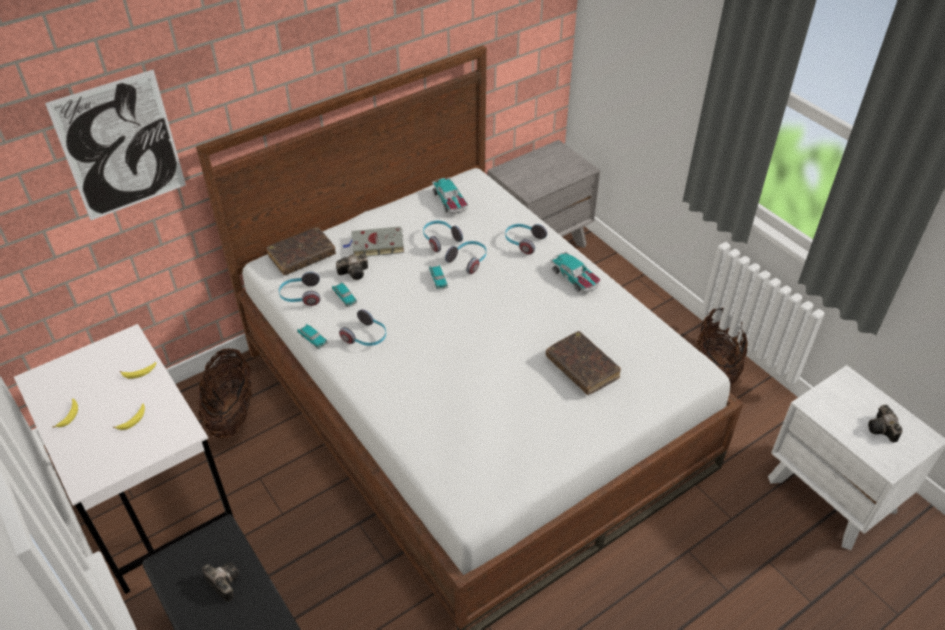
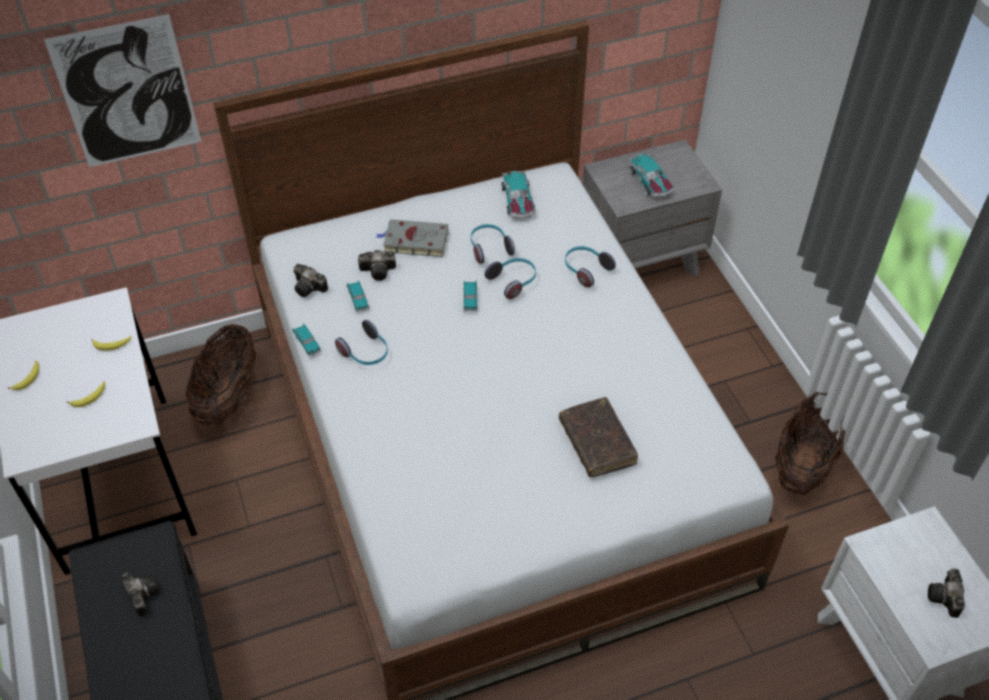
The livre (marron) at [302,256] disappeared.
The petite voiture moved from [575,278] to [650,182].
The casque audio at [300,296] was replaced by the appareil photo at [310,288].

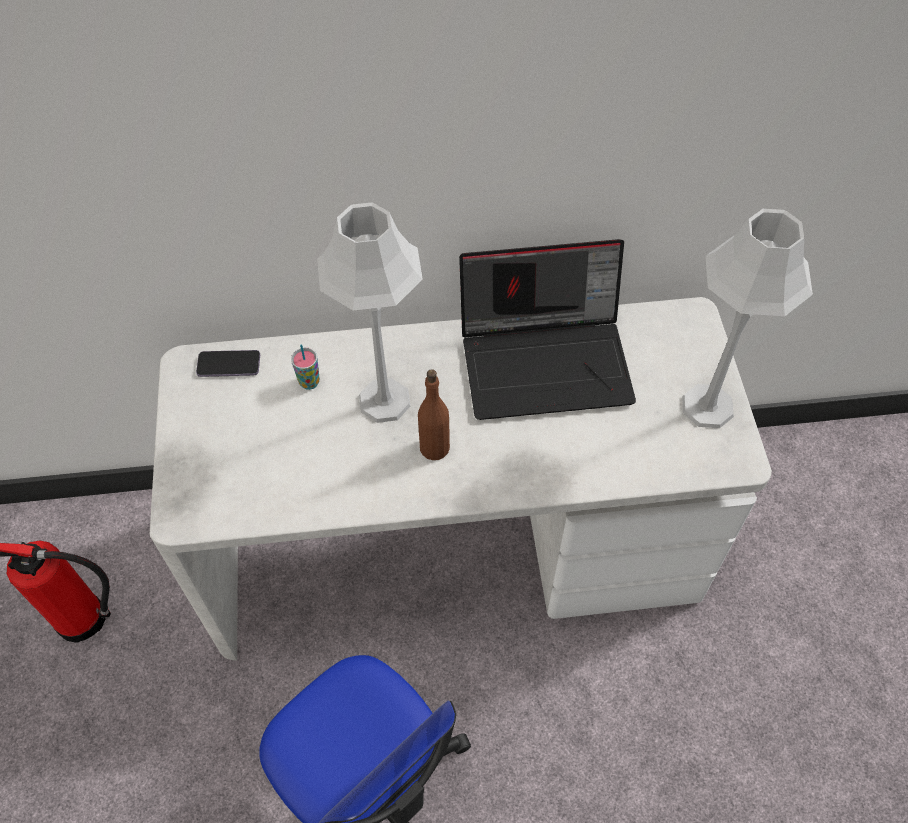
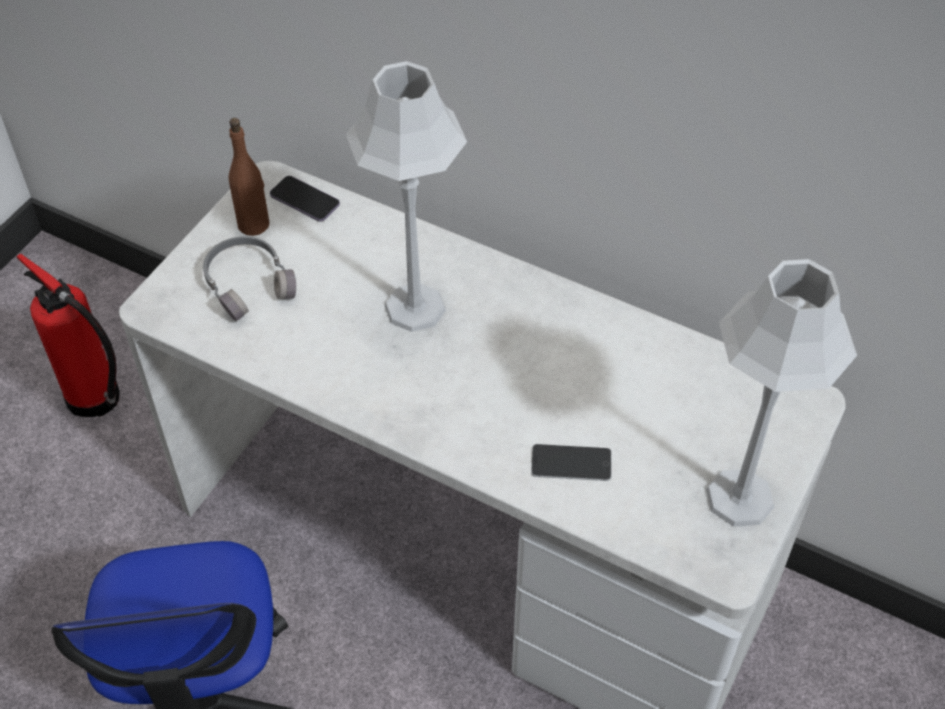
The tasse at [309,382] disappeared.
The ordinateur portable at [547,360] disappeared.
The casque audio (gris) at [248,283] appeared.
The téléphone at [571,463] appeared.
The bouteille (marron) moved from [434,447] to [254,224].

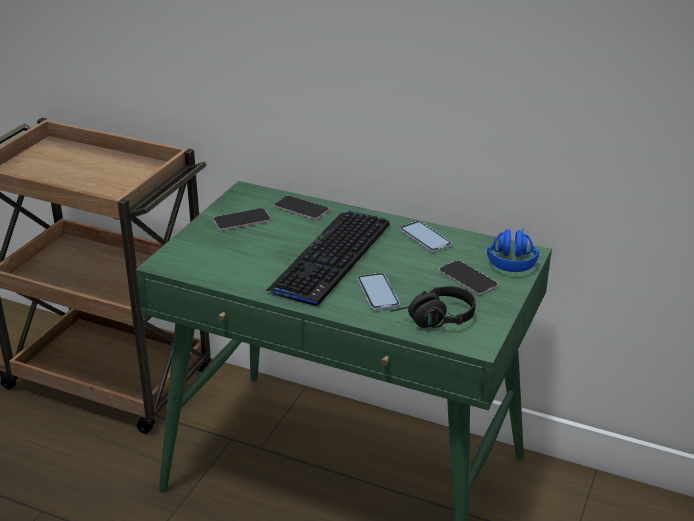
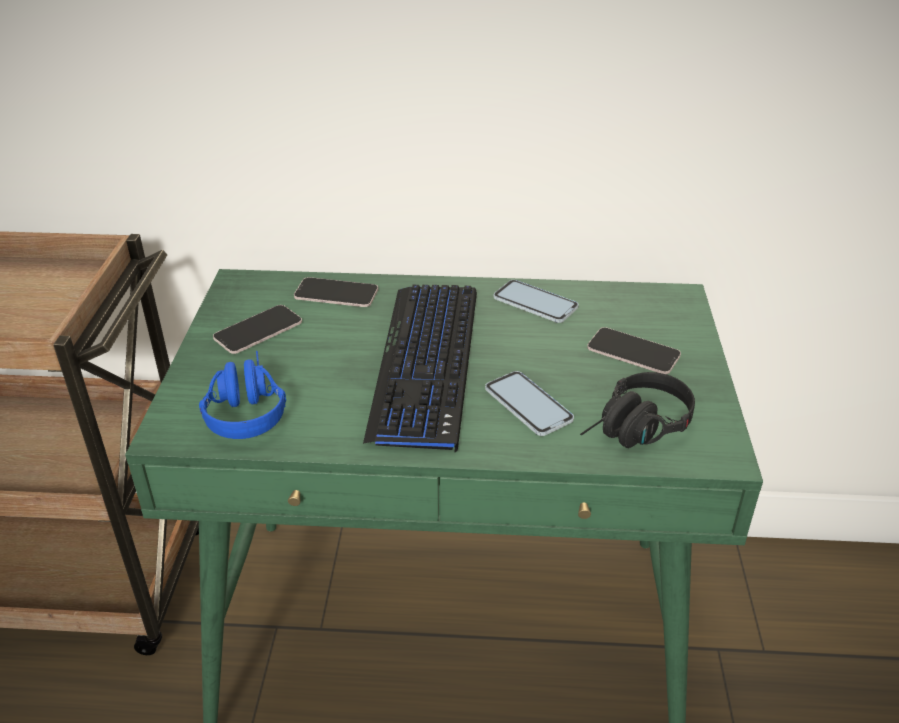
The casque audio (bleu) moved from [511,258] to [245,407].

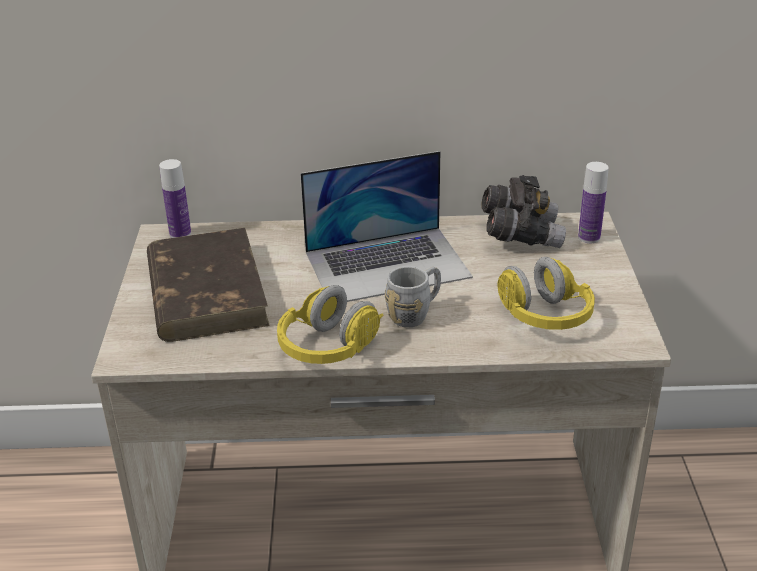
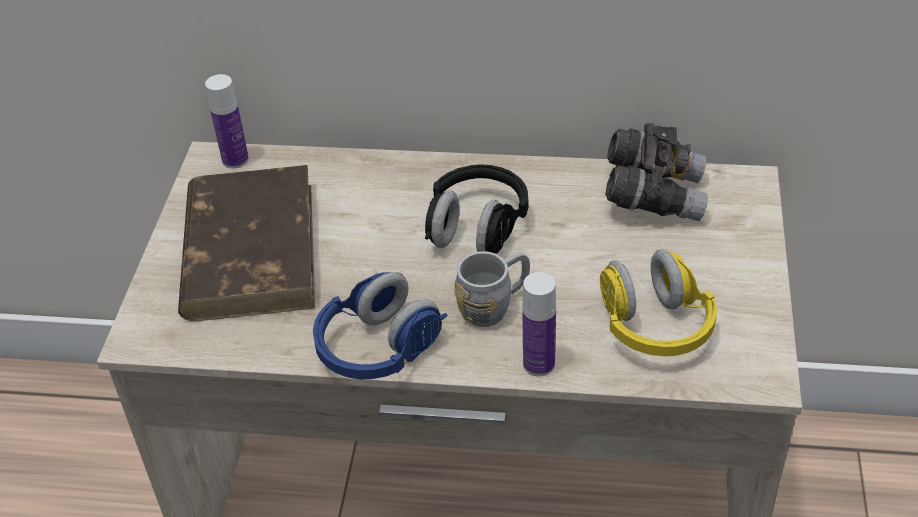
The bouteille moved from [589,237] to [539,364].
The ordinateur portable at [387,264] was replaced by the casque audio (noir) at [476,228].
The casque audio (jaune) at [328,348] became the casque audio (bleu) at [378,349].

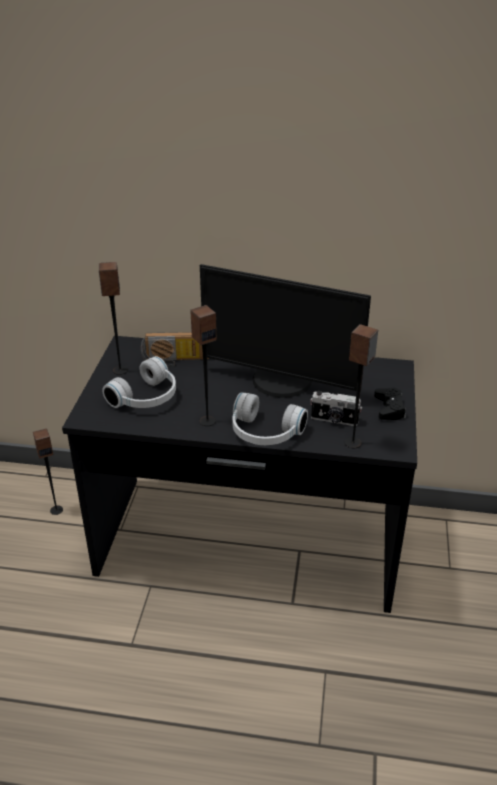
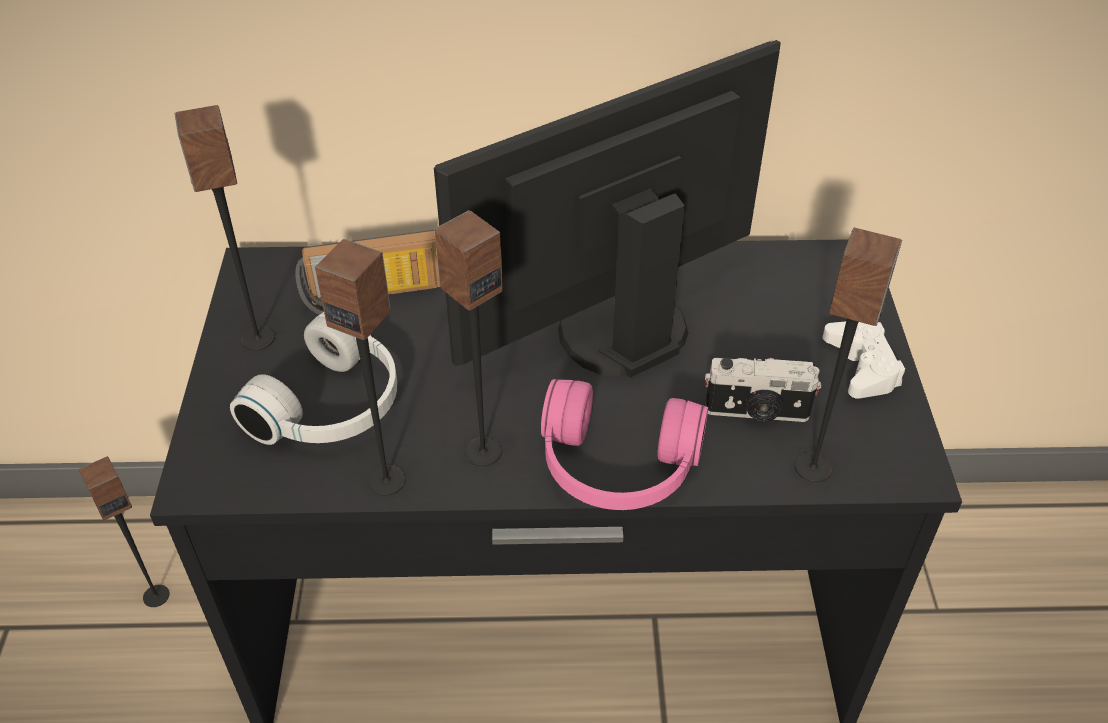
The enceinte at [387,480] appeared.
The casque audio (blanc) at [264,433] became the casque audio (rose) at [616,469].
The manette (noir) at [389,408] became the manette (blanc) at [862,366].
The écran d'ordinateur at [281,382] turned 135 degrees clockwise.

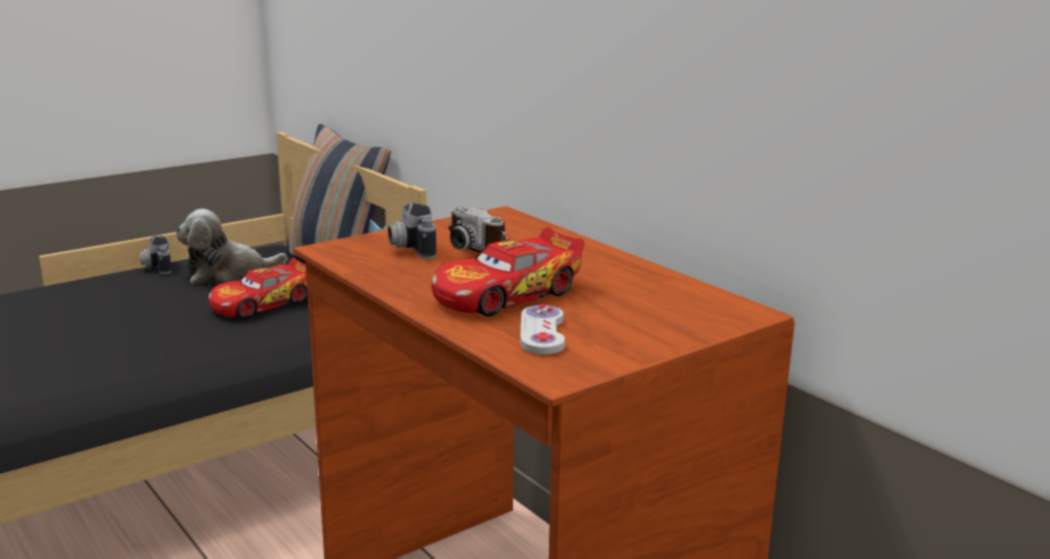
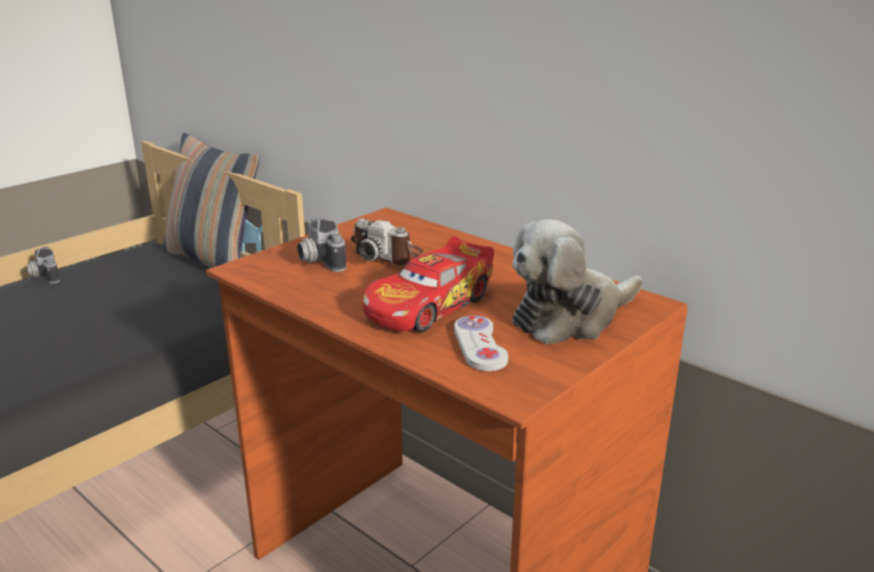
The petite voiture at [263,304] disappeared.
The peluche moved from [227,274] to [570,317].

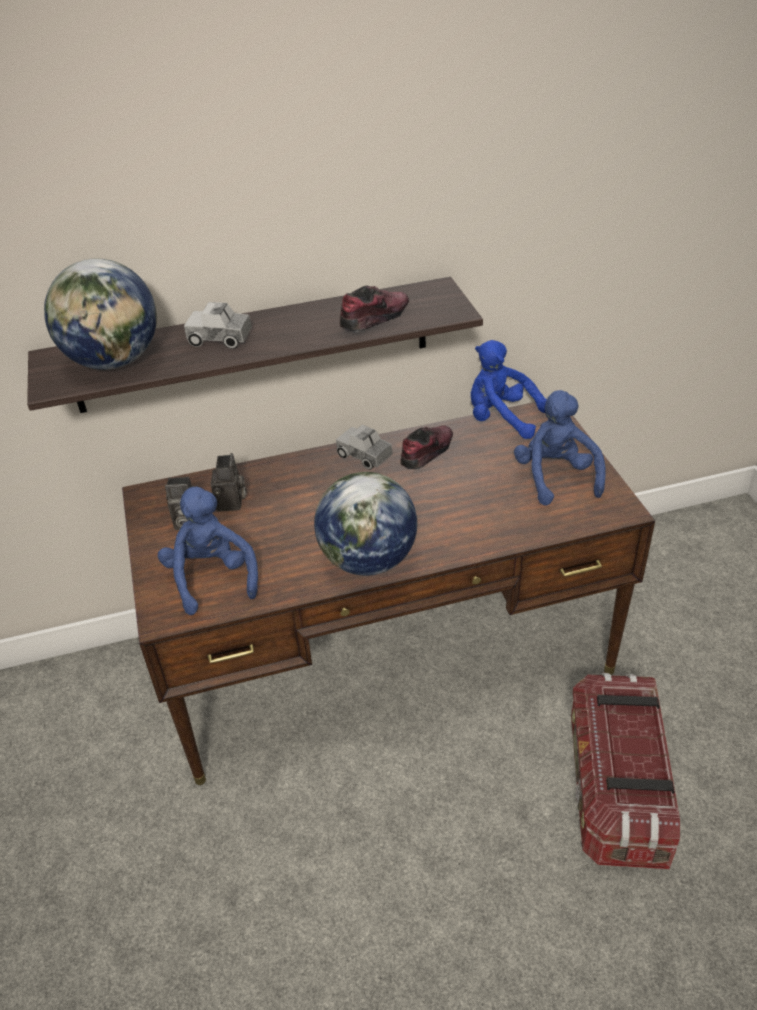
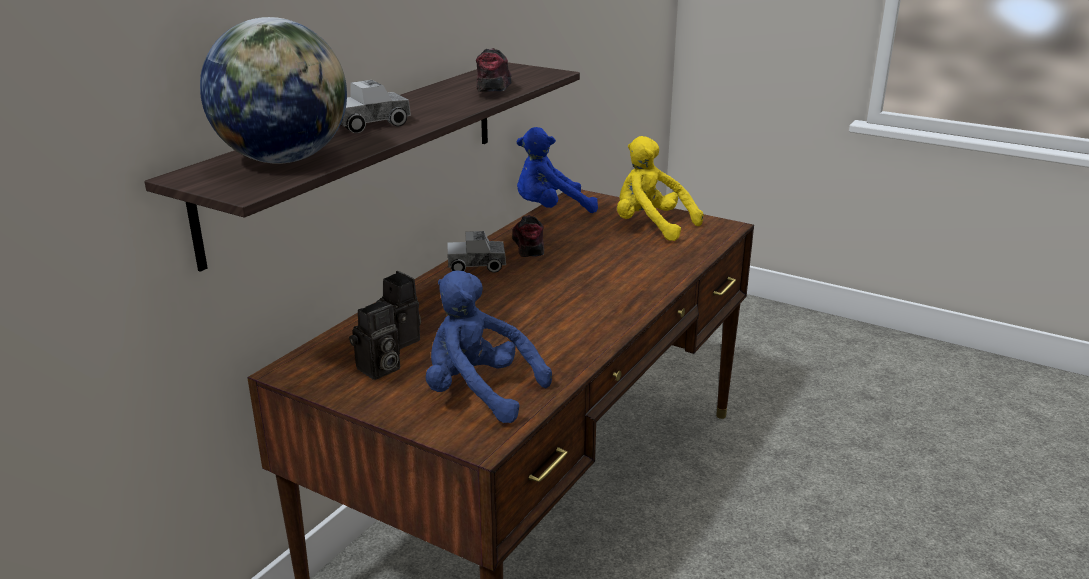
The globe at [367,560] disappeared.
The boîte de rangement at [615,789] disappeared.
The peluche (bleu) at [555,477] became the peluche (jaune) at [650,226].

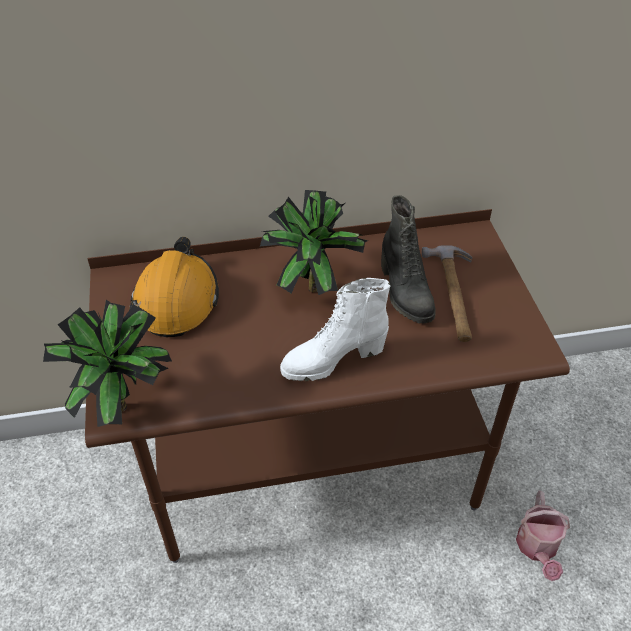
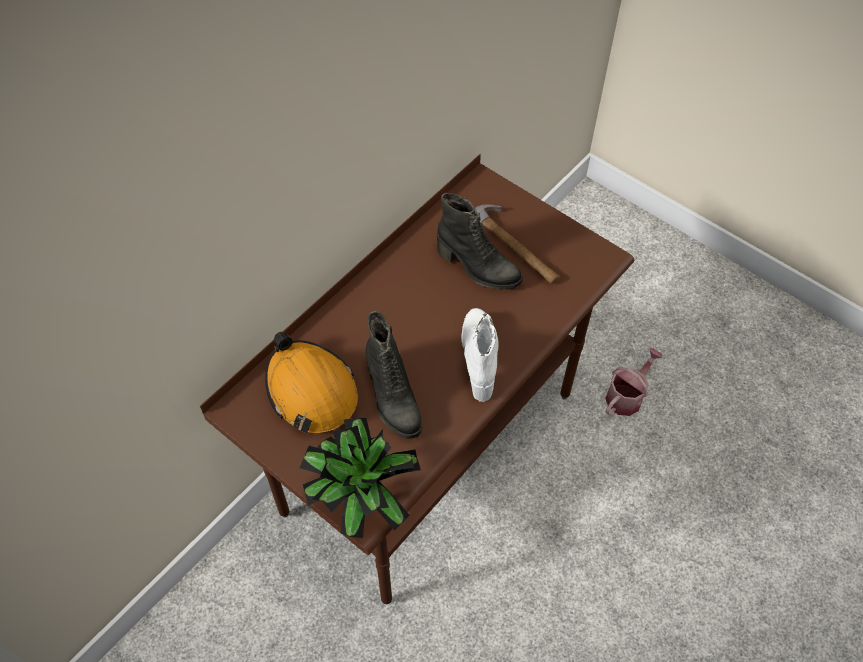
The plante en pot at [311,284] disappeared.
The botte (noir) at [392,399] appeared.
The botte (blanc) at [333,360] turned 150 degrees clockwise.
The arrosoir at [537,548] turned 105 degrees counterclockwise.

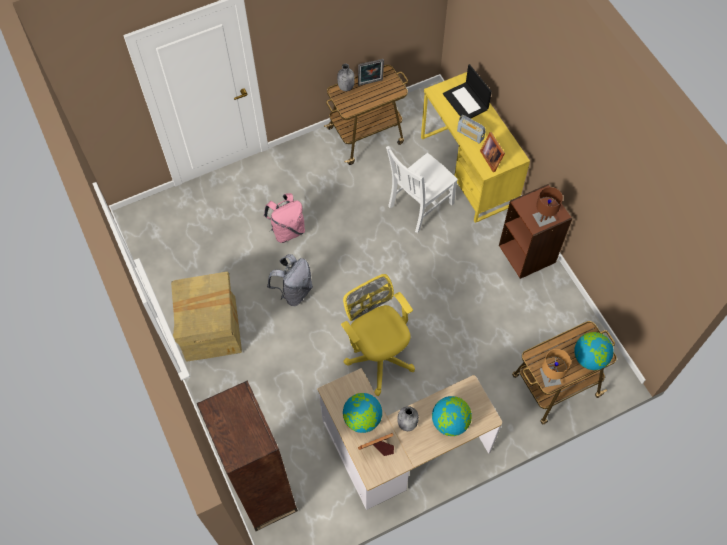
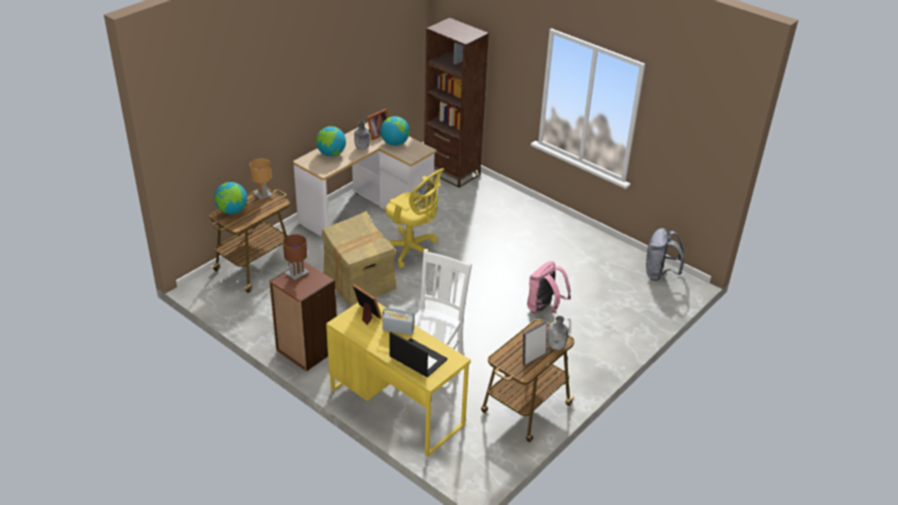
The carton moved from [210,330] to [359,282].
The sac à dos (gris) moved from [294,291] to [659,274].

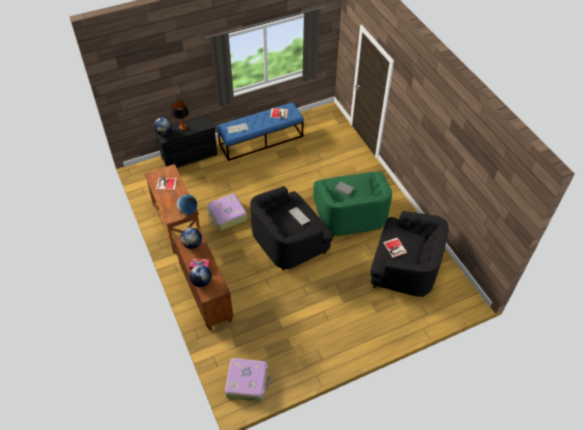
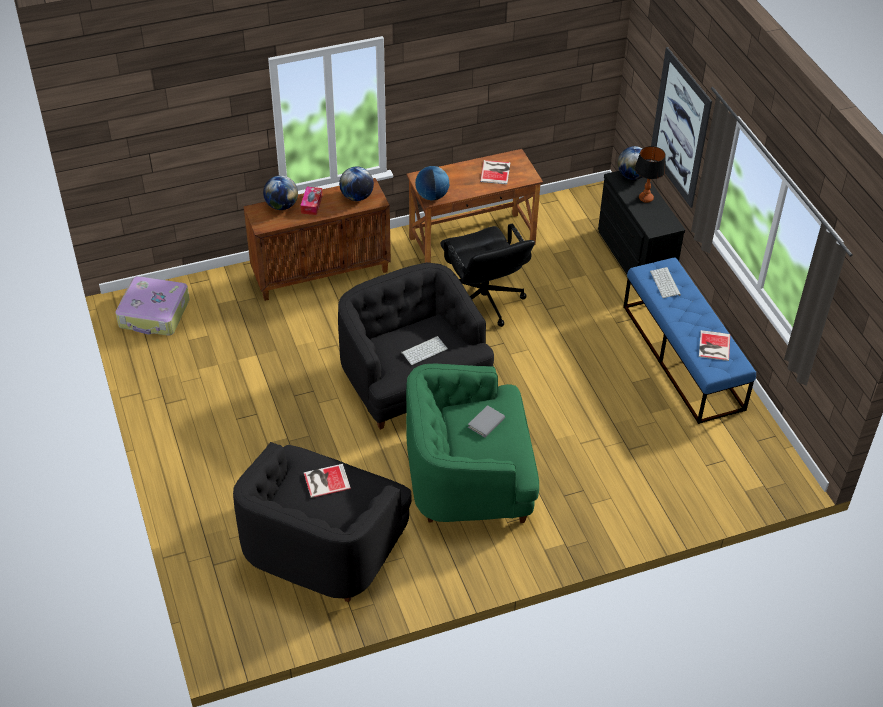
The tableau at [680,128] appeared.
The valise at [227,216] was replaced by the chaise de bureau (noir) at [484,301].

